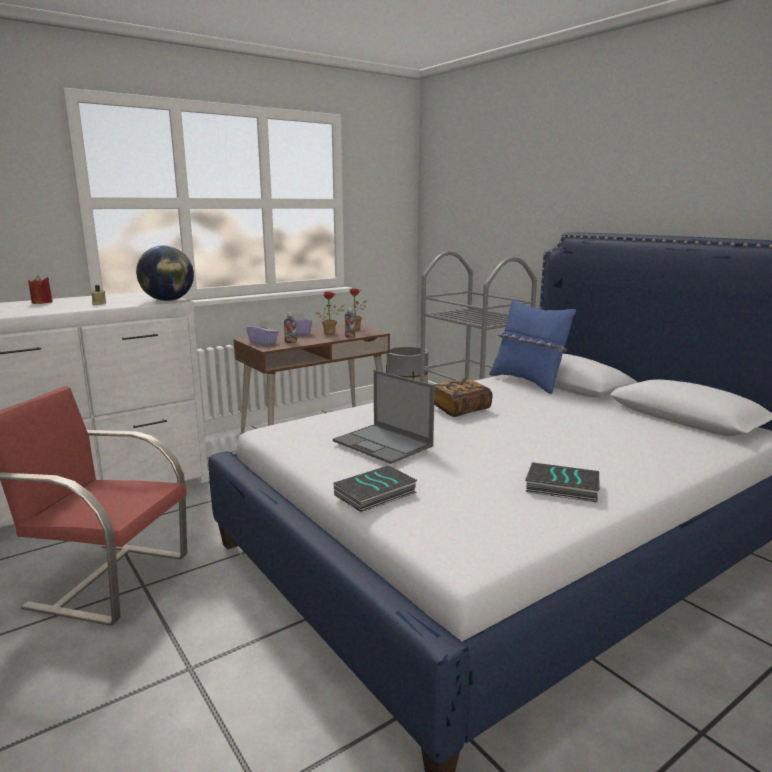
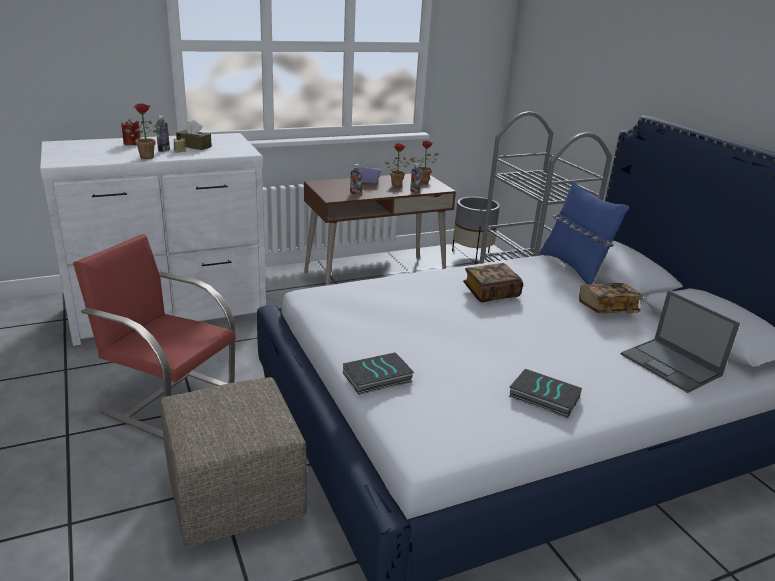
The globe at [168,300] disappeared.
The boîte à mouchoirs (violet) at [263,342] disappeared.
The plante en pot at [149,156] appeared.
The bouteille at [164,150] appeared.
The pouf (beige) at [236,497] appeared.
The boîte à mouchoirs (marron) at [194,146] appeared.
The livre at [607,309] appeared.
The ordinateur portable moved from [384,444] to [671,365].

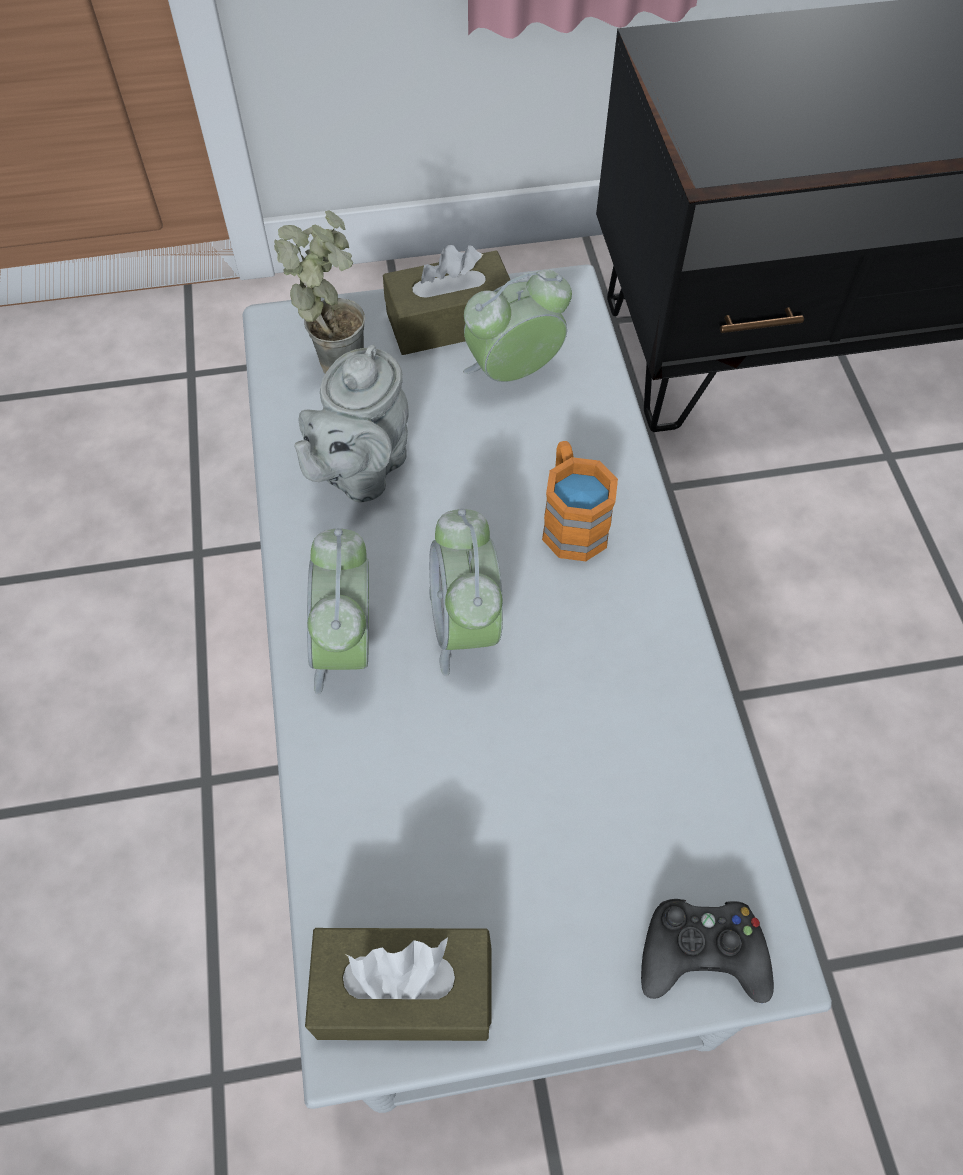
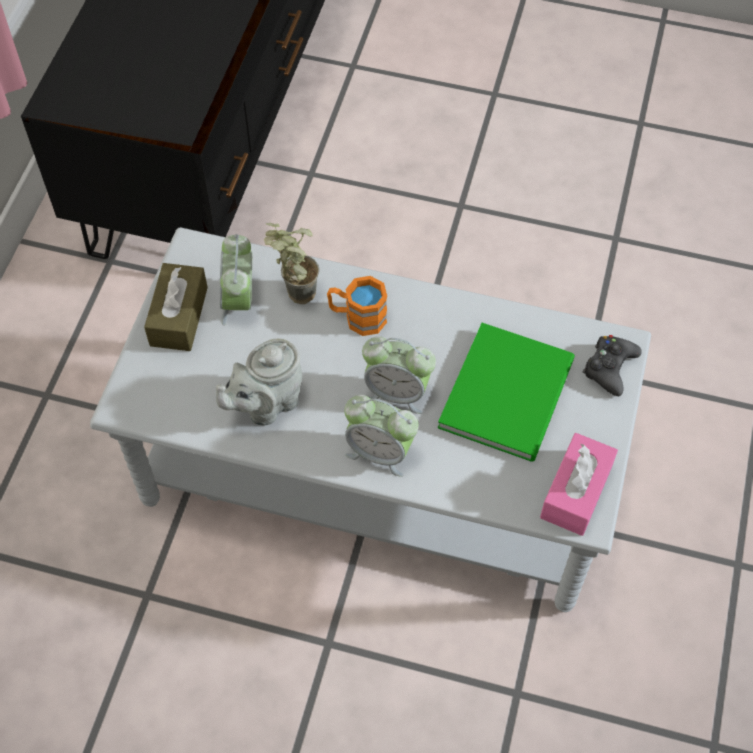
The livre (vert) at [511,391] appeared.
The plante en pot moved from [337,354] to [293,293].
The boîte à mouchoirs (marron) at [404,991] became the boîte à mouchoirs (rose) at [576,492].
The théière (gris) at [360,471] turned 90 degrees clockwise.

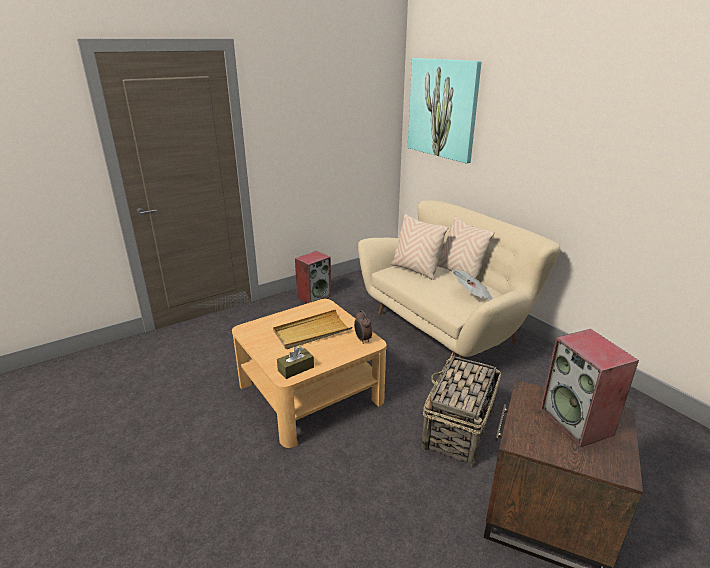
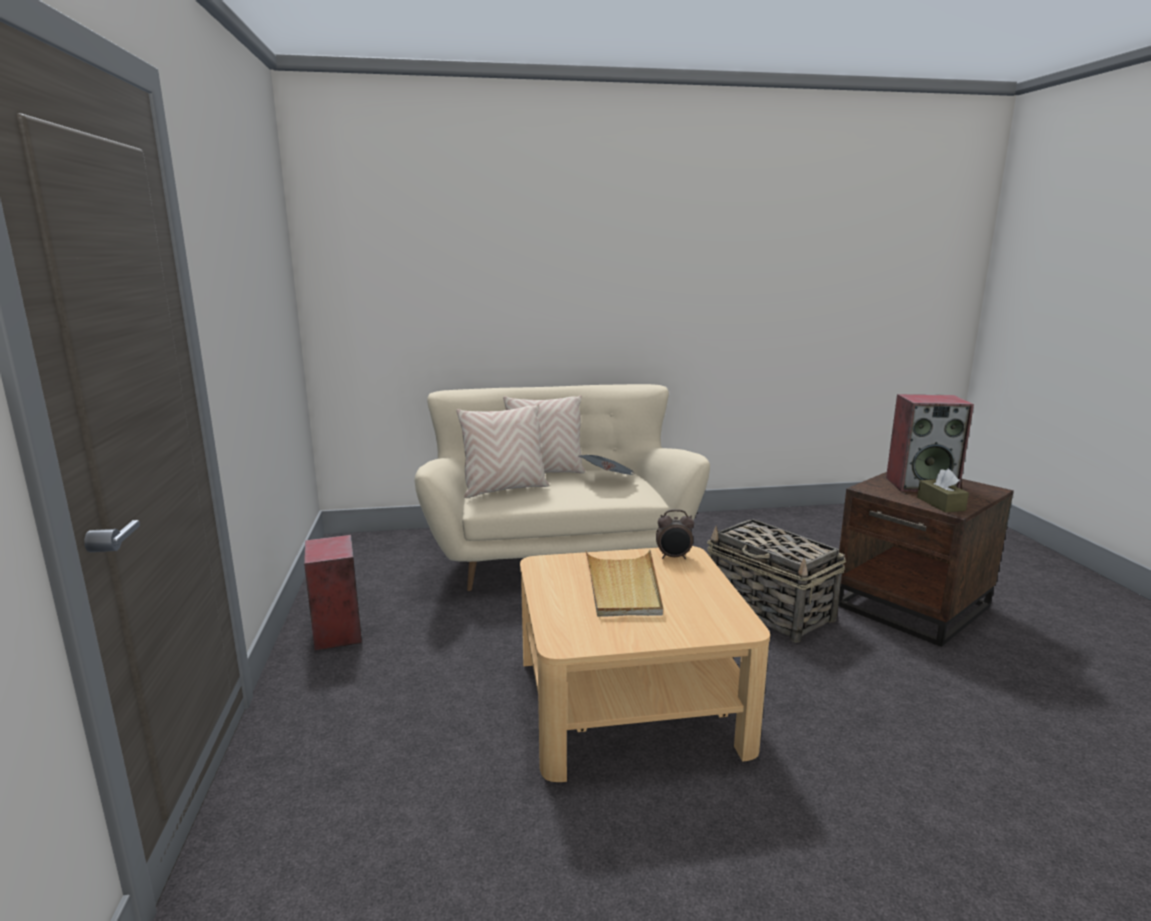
The tableau at [443,109] disappeared.
The boîte à mouchoirs (marron) moved from [296,369] to [940,504].

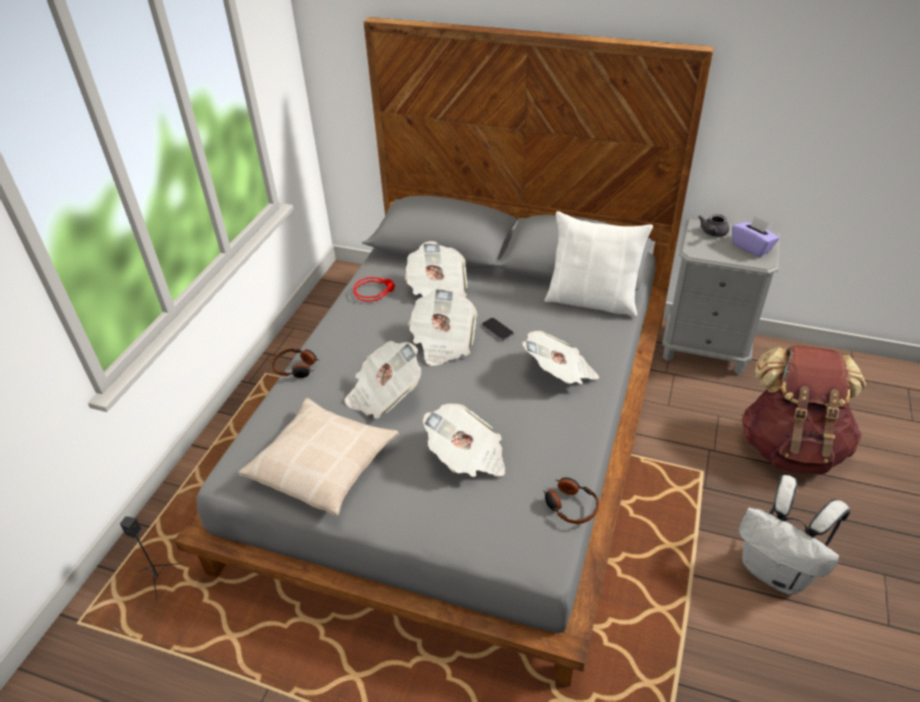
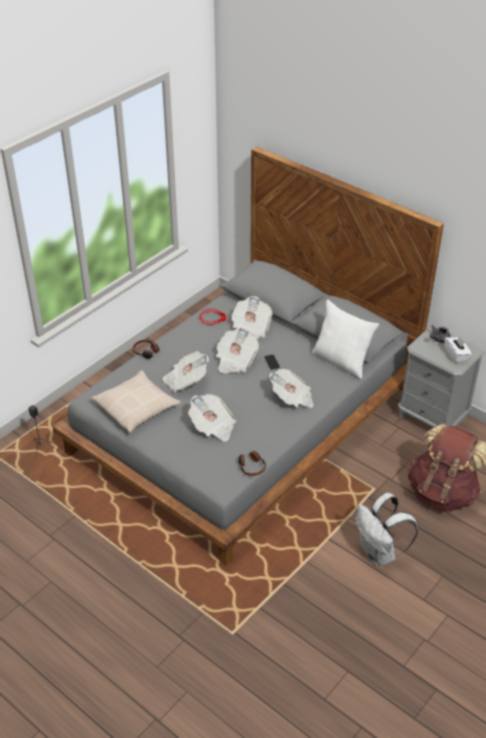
The boîte à mouchoirs (violet) at [751,247] became the boîte à mouchoirs (blanc) at [456,355].

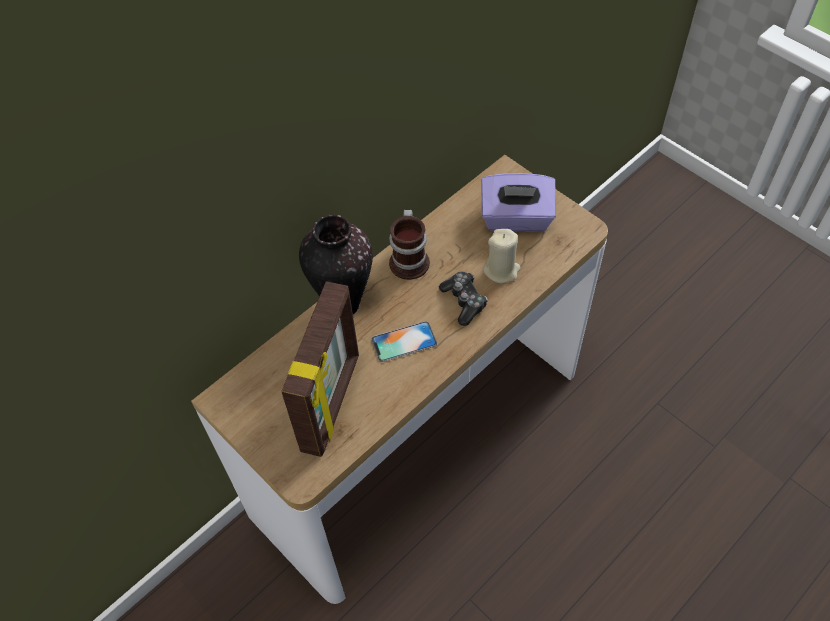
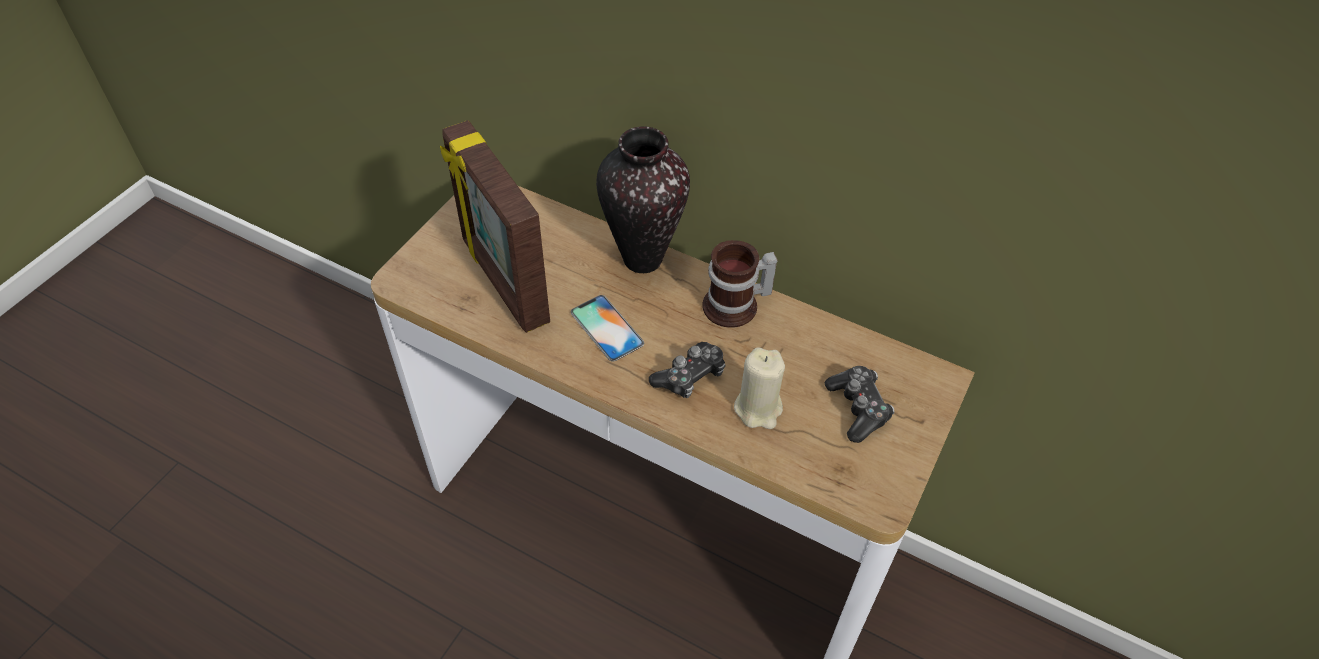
The boîte à mouchoirs (violet) at [516,219] was replaced by the manette at [858,408].
The cadre photo at [332,402] turned 60 degrees clockwise.

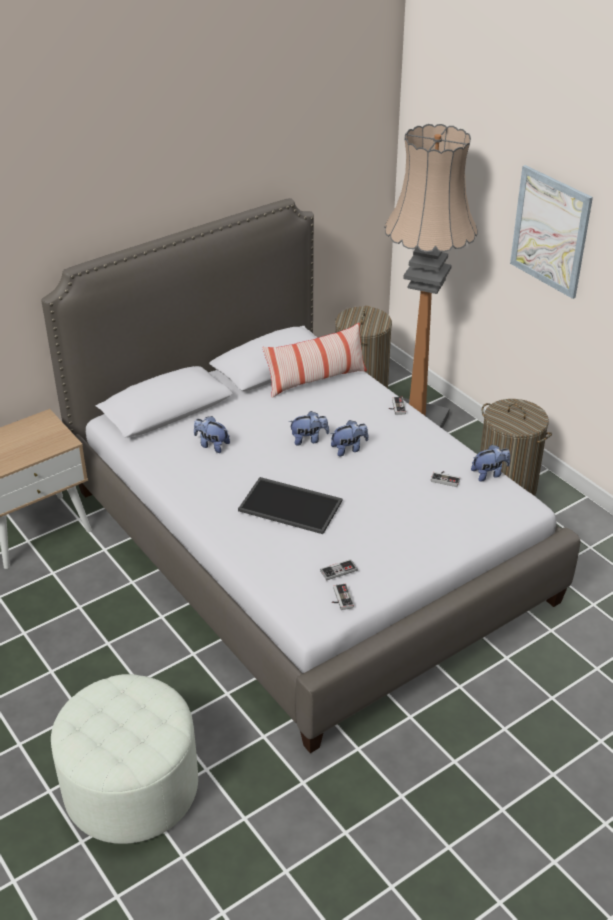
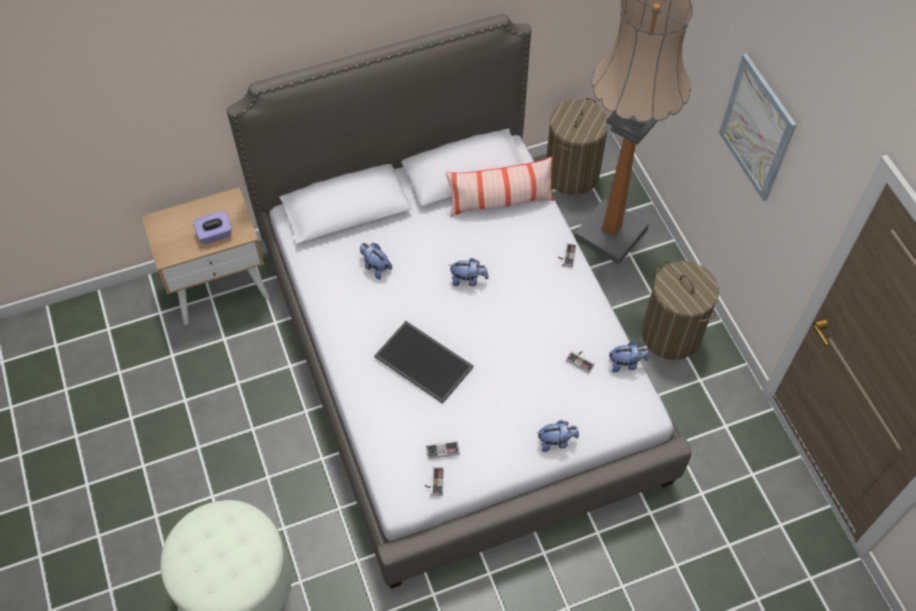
The boîte à mouchoirs (violet) at [215,234] appeared.
The peluche moved from [349,449] to [556,441].

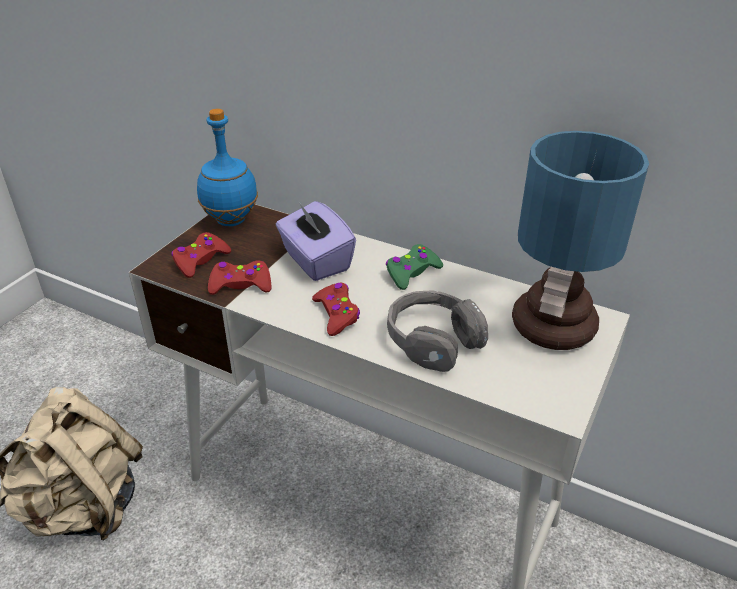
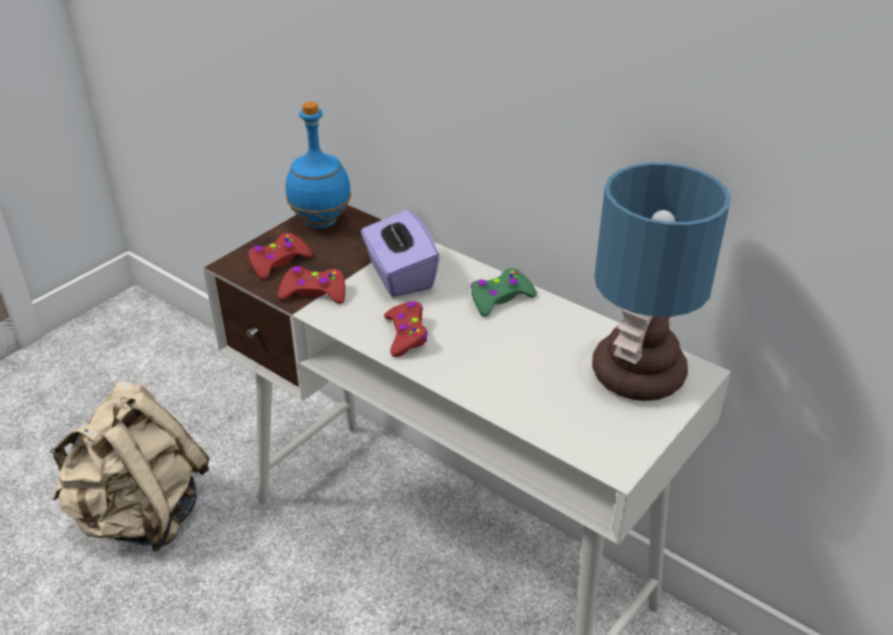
The casque audio (gris) at [432,340] disappeared.

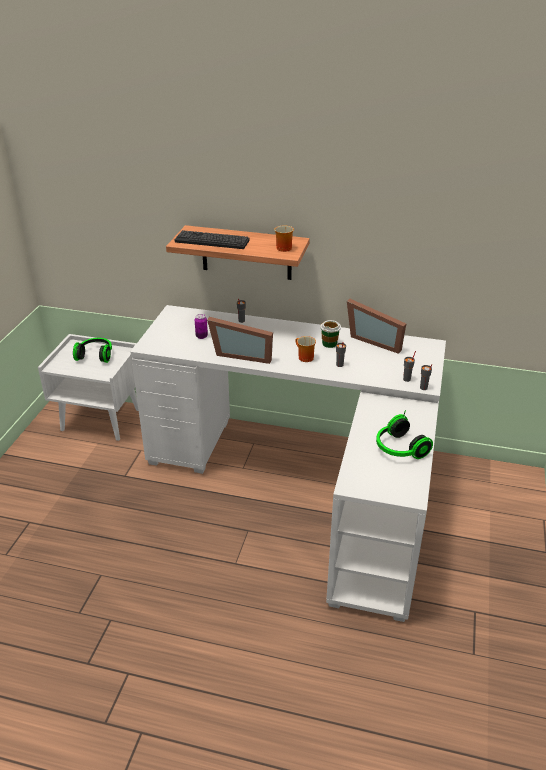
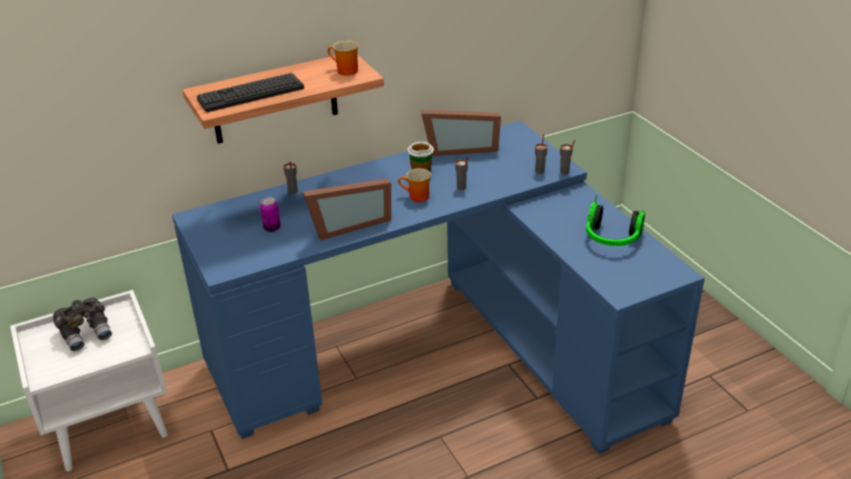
The casque audio at [96,355] was replaced by the jumelles (gris) at [86,333].
The bureau (blanc) at [309,483] became the bureau (bleu) at [442,352].

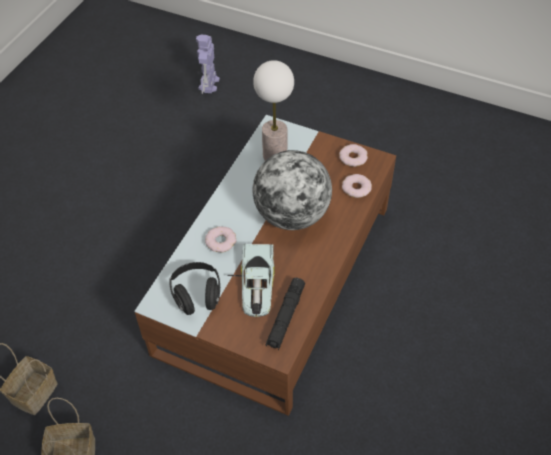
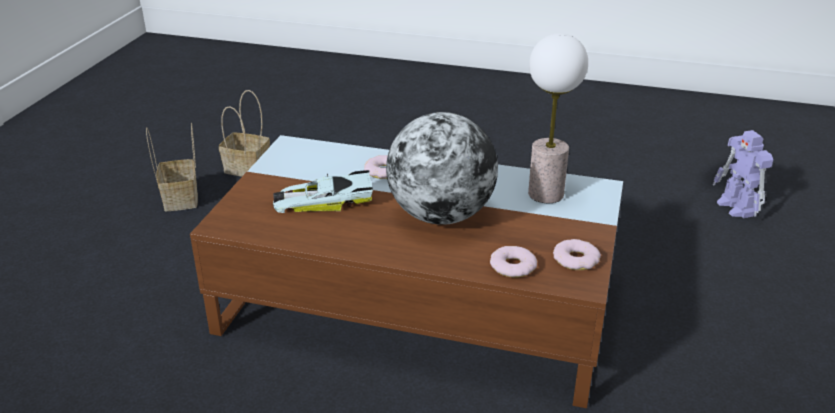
The casque audio (noir) at [197,295] disappeared.
The lampe de poche (noir) at [285,317] disappeared.
The robot jouet at [209,84] turned 105 degrees counterclockwise.

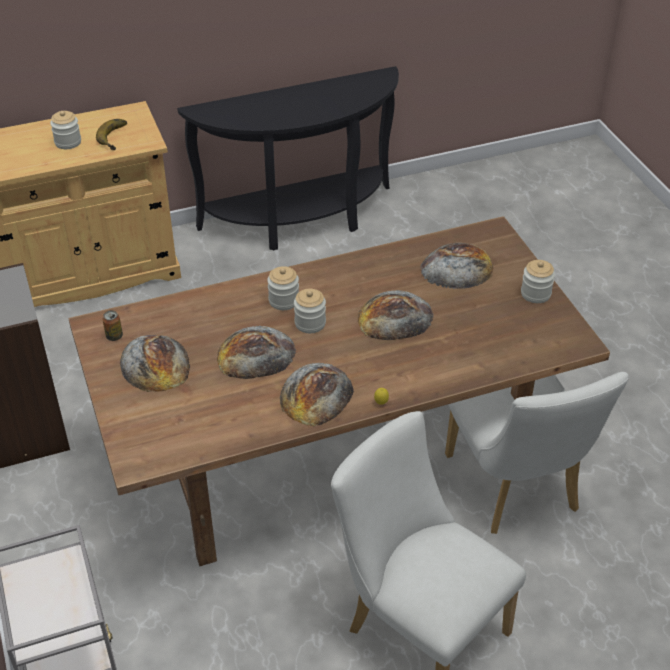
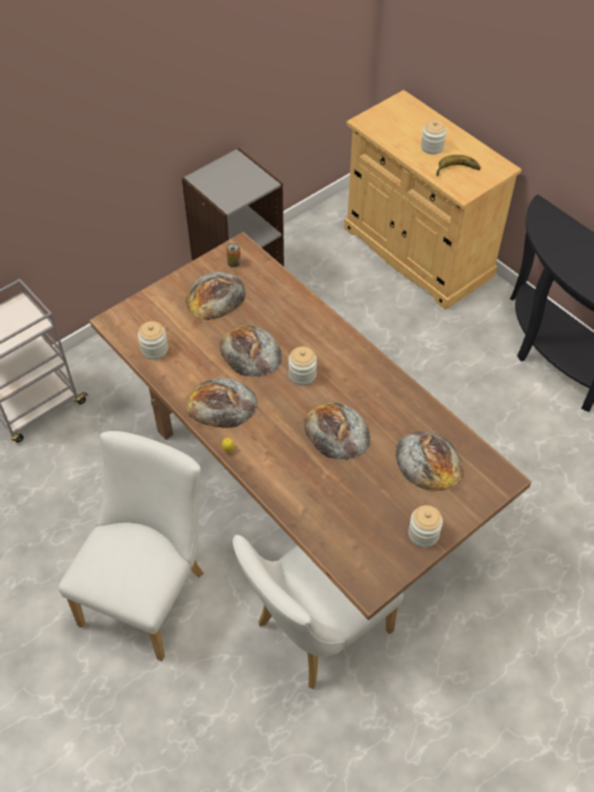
The bocal moved from [284,300] to [154,349].

